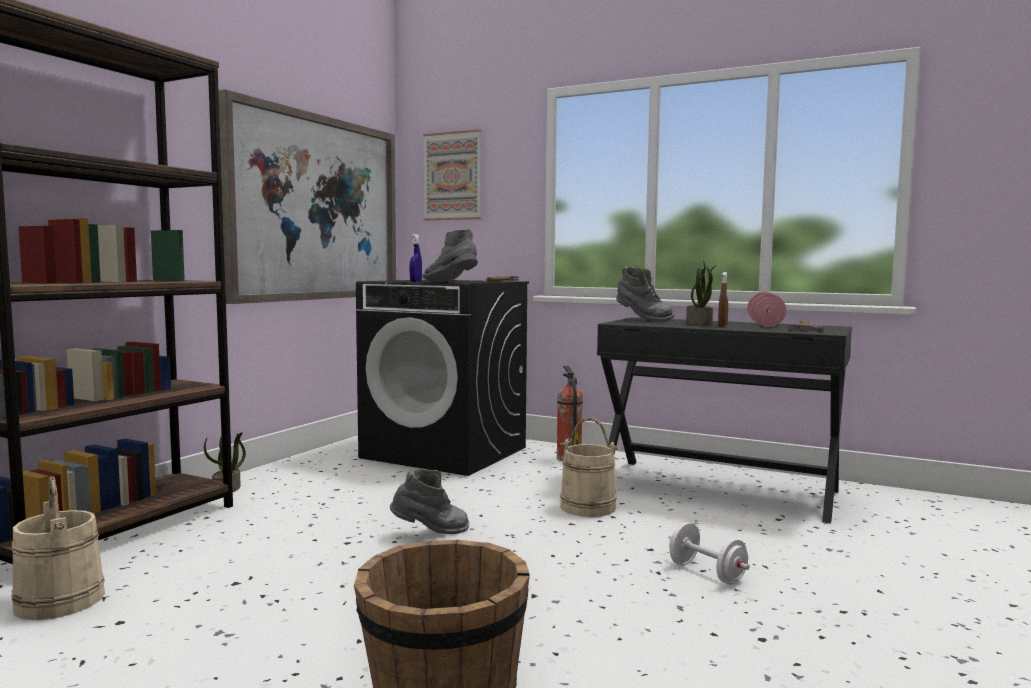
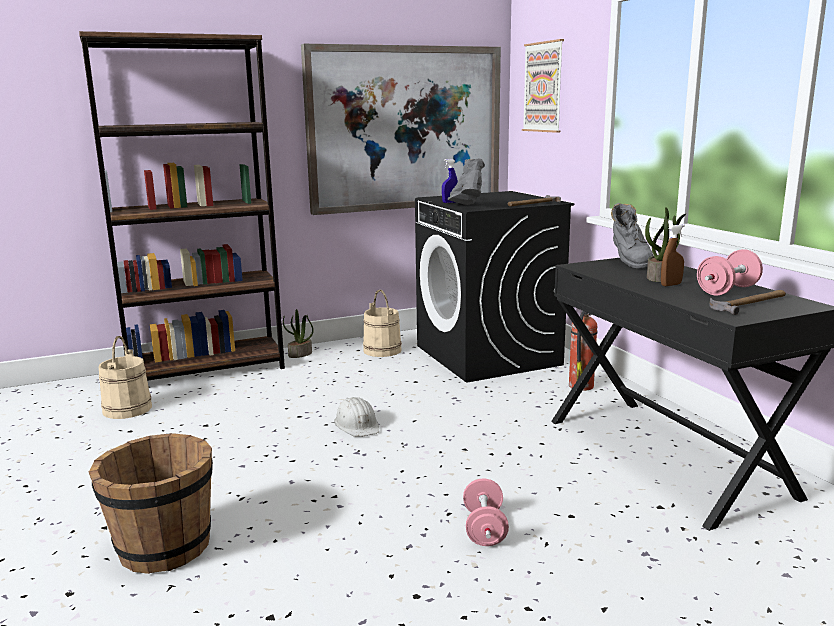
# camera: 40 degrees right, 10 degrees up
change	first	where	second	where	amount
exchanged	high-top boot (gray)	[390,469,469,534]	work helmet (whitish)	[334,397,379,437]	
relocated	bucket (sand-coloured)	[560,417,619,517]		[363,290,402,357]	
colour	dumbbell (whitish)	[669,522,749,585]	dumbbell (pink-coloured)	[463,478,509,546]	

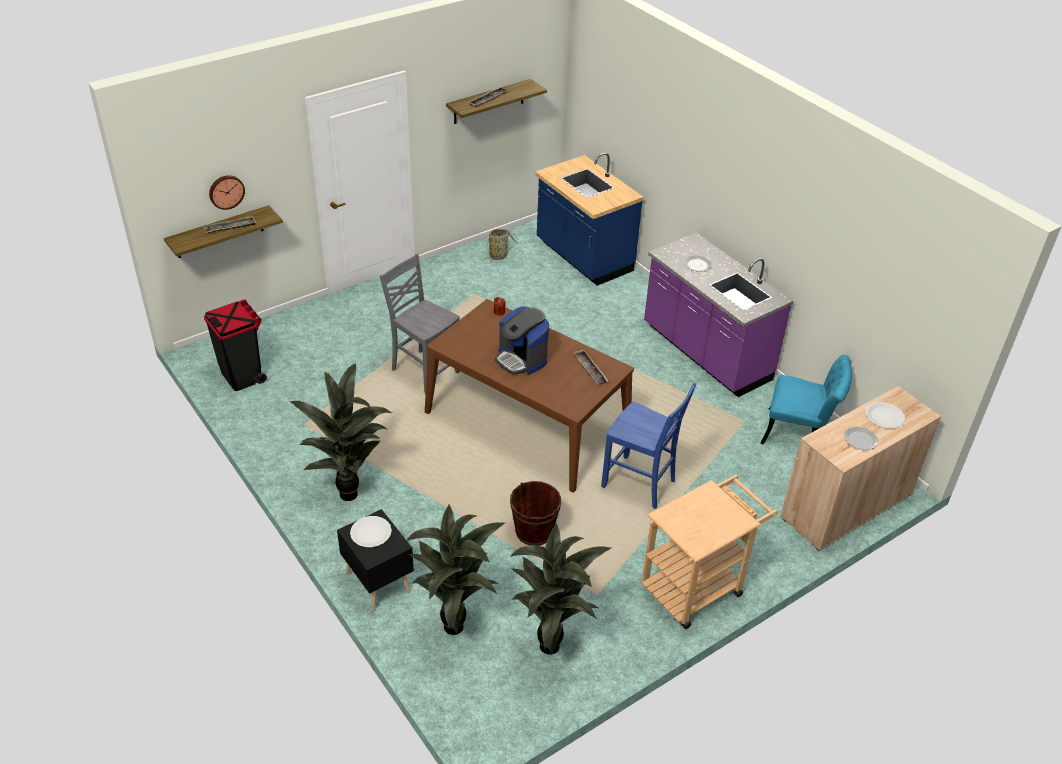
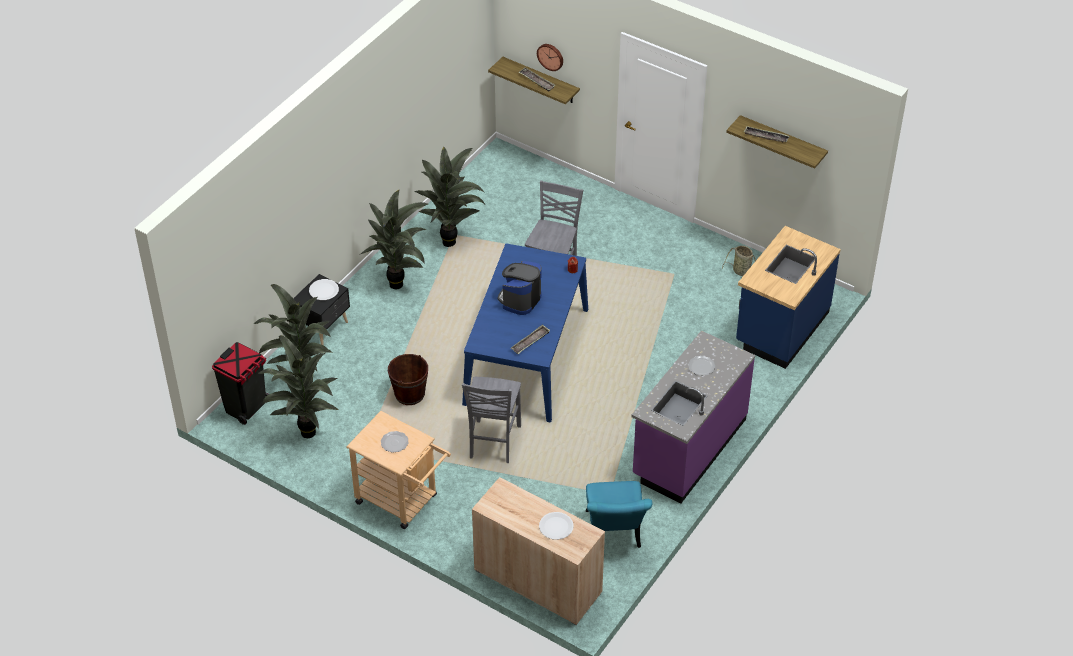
# camera: 70 degrees right, 5 degrees up
change	first	where	second	where	amount
relocated	waste bin (black-coloured)	[204,300,267,391]		[212,342,269,425]	
colour	kitchen table (brown-coloured)	[425,299,634,493]	kitchen table (bluish)	[462,243,588,422]	
colour	chair (bluish)	[601,382,697,509]	chair (gray)	[462,377,521,463]	
relocated	flat dish	[844,427,878,450]		[381,431,409,453]	
appeared			houseplant	[414,146,485,247]	

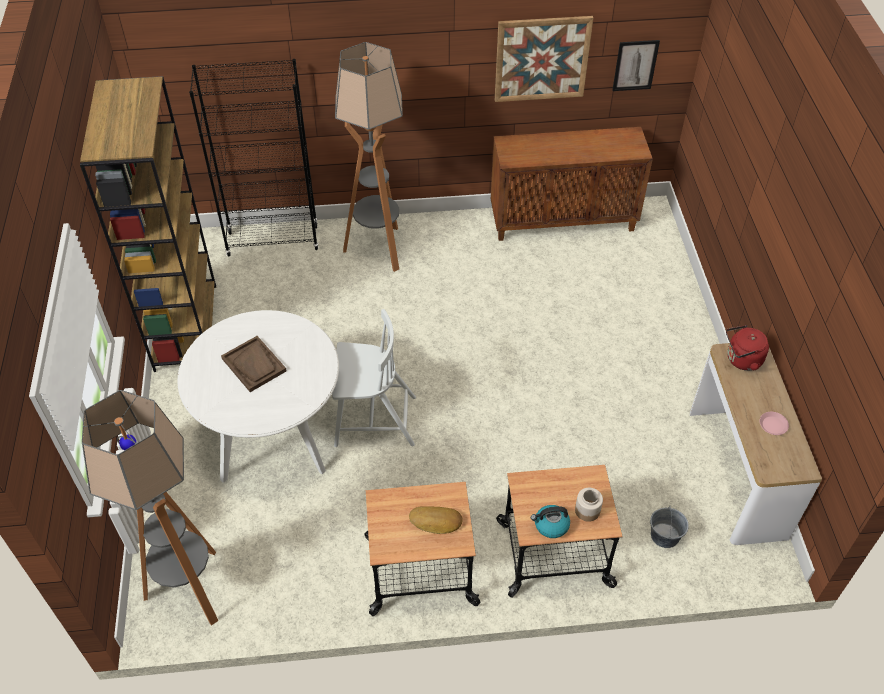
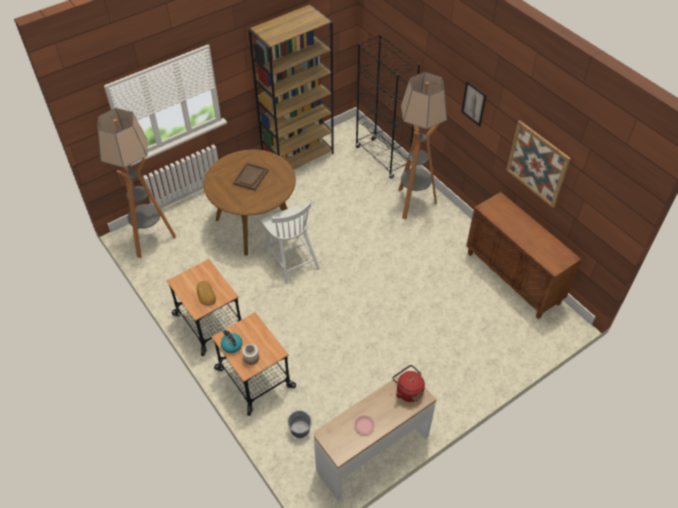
# camera: 60 degrees right, 0 degrees up
change	first	where	second	where	amount
colour	kitchen table (whitish)	[177,310,339,483]	kitchen table (brown-coloured)	[204,149,296,256]	
relocated	picture	[612,40,660,91]		[461,81,486,127]	

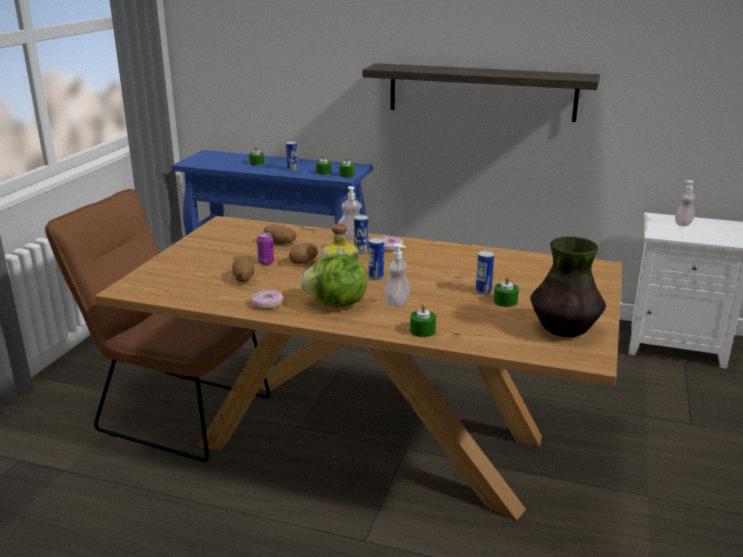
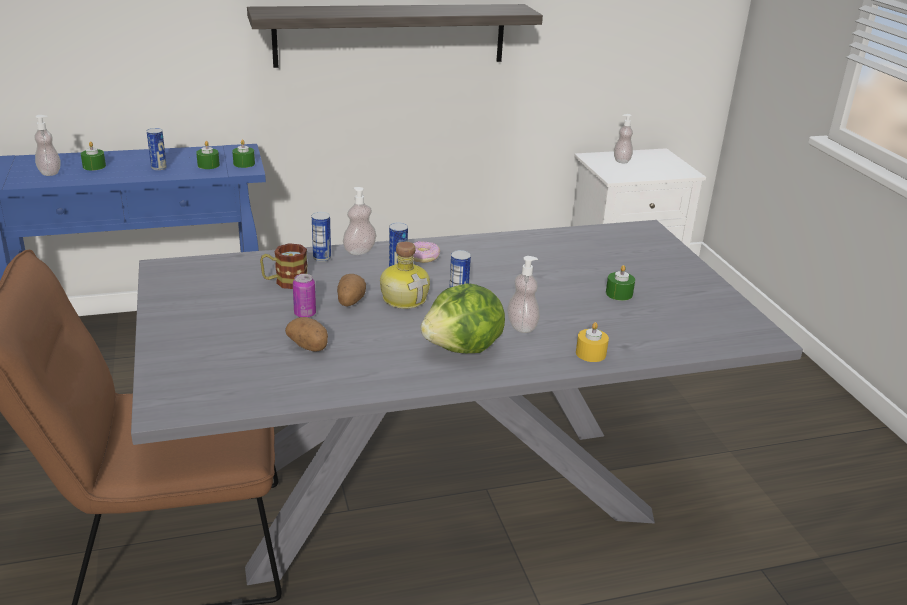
# camera: 35 degrees left, 5 degrees up
change	first	where	second	where	amount
colour	kitchen table (brown-coloured)	[95,216,622,521]	kitchen table (gray)	[131,220,803,585]	
missing	ring doughnut	[251,290,283,309]			
exchanged	spud	[263,225,296,244]	tea mug	[260,243,307,289]	
colour	wax candle (green)	[410,304,436,337]	wax candle (yellow)	[576,322,609,362]	
relocated	metal can	[476,251,494,295]		[312,212,331,262]	
missing	decorative vase	[530,237,606,337]			
appeared			soap bottle	[34,115,61,176]	

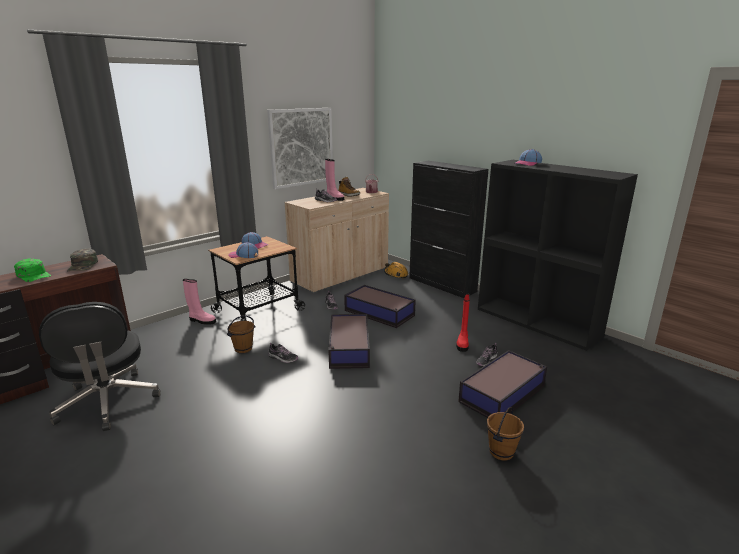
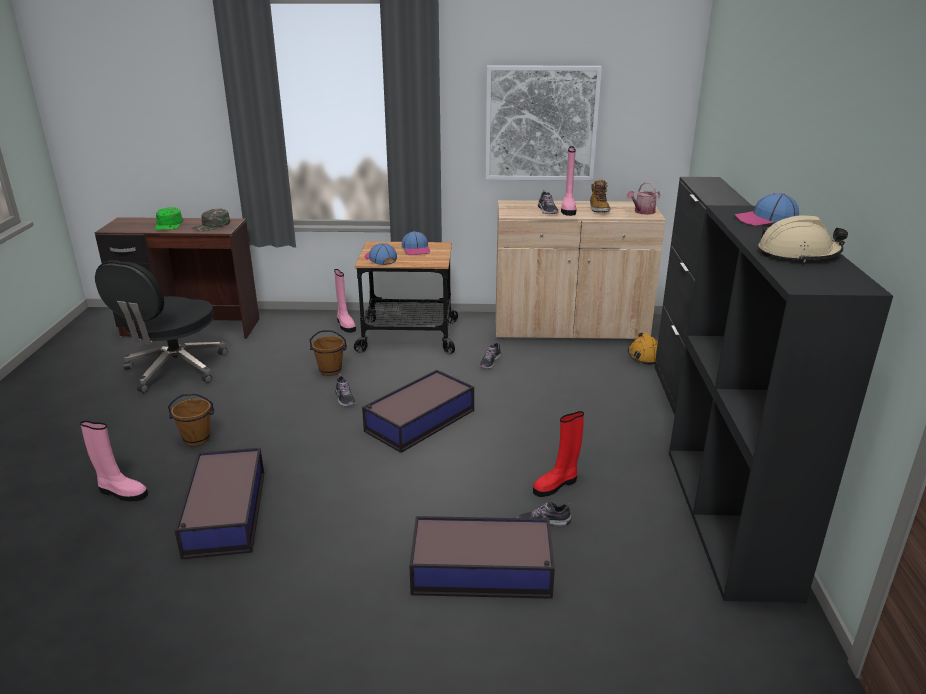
# camera: 45 degrees right, 5 degrees up
change	first	where	second	where	amount
relocated	storage bin	[344,285,416,328]		[174,448,264,559]	
relocated	bucket (brown-coloured)	[487,407,524,461]		[168,393,214,446]	
appeared			high-top boot (pink-coloured)	[80,421,148,501]	
appeared			work helmet (sand-coloured)	[758,215,848,263]	

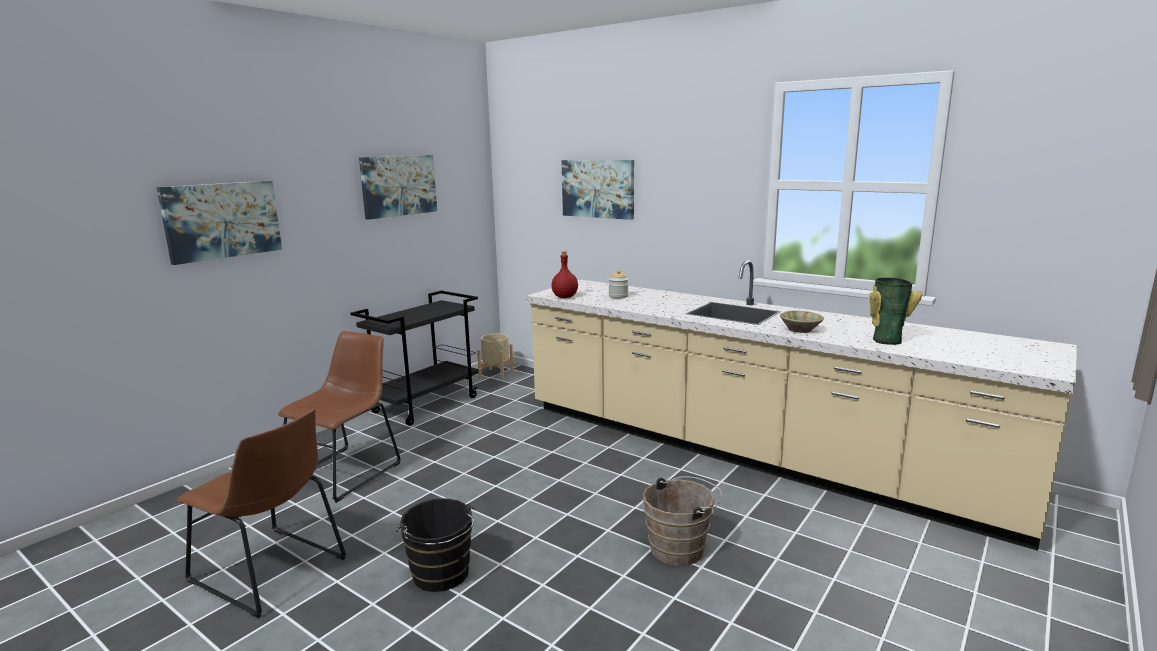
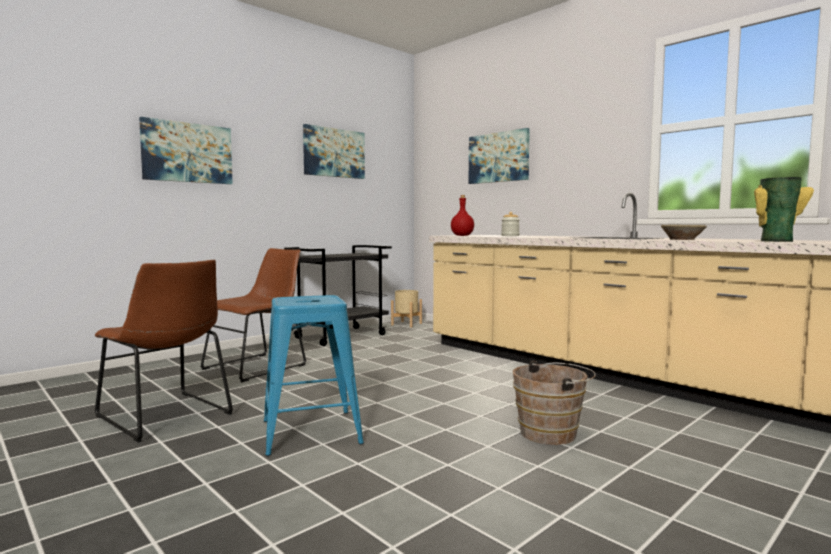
# camera: 10 degrees right, 10 degrees down
change	first	where	second	where	amount
exchanged	bucket (black-coloured)	[396,498,474,592]	sitting stool (bluish)	[264,295,364,456]	

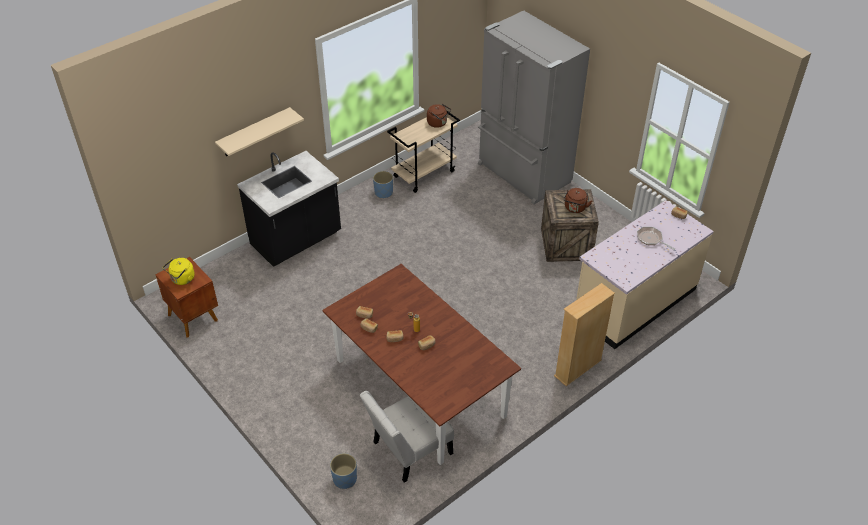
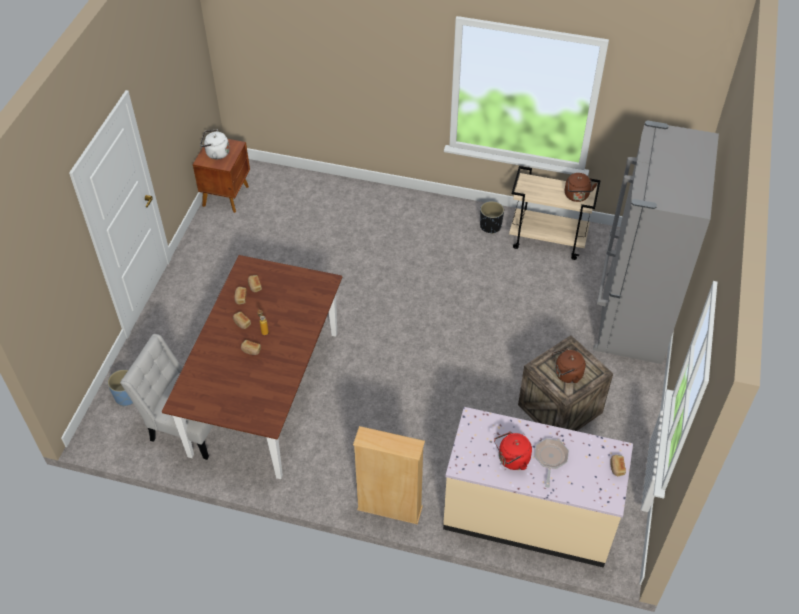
# camera: 55 degrees right, 5 degrees up
change	first	where	second	where	amount
colour	tea kettle (yellow)	[163,258,195,285]	tea kettle (whitish)	[200,129,230,159]	
missing	wall shelf (sand-coloured)	[215,107,304,156]			
missing	kitchen counter (black-coloured)	[237,151,341,267]			
colour	flower pot (bluish)	[373,171,393,198]	flower pot (black-coloured)	[480,201,504,234]	
appeared			tea kettle (red-coloured)	[494,432,532,470]	

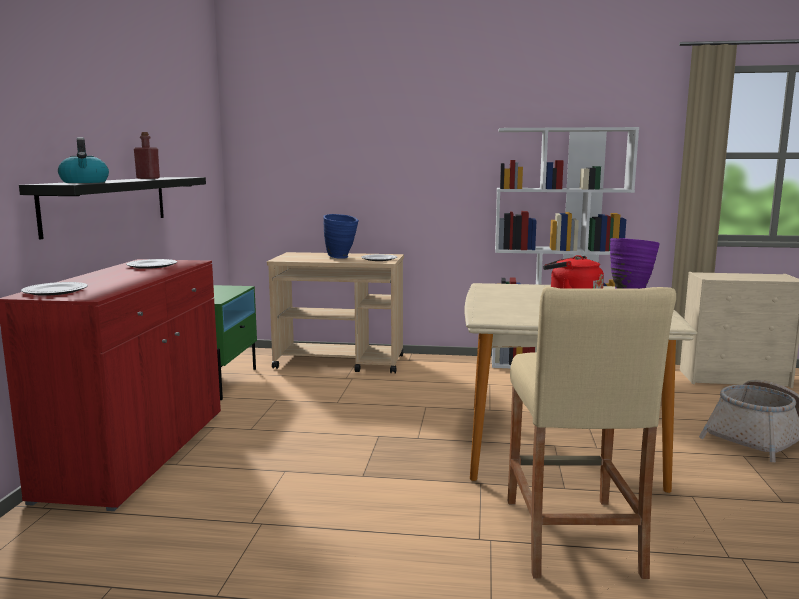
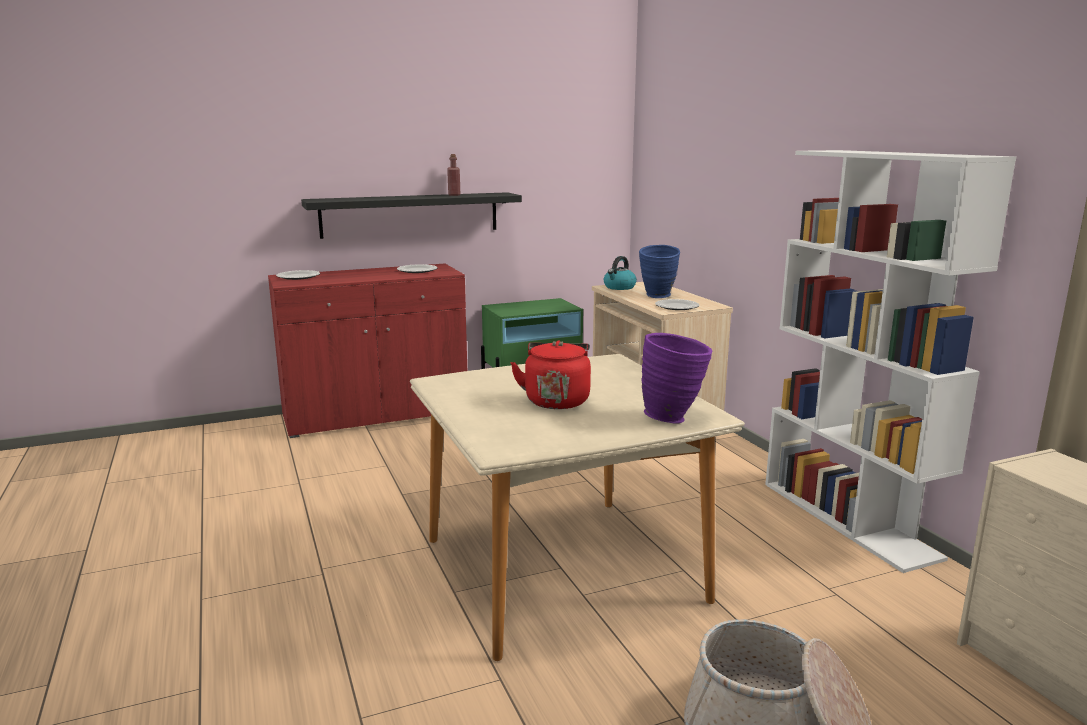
# camera: 60 degrees right, 5 degrees up
change	first	where	second	where	amount
relocated	tea kettle	[58,137,109,183]		[604,256,637,290]	
missing	sitting stool (sand-coloured)	[508,286,676,579]			

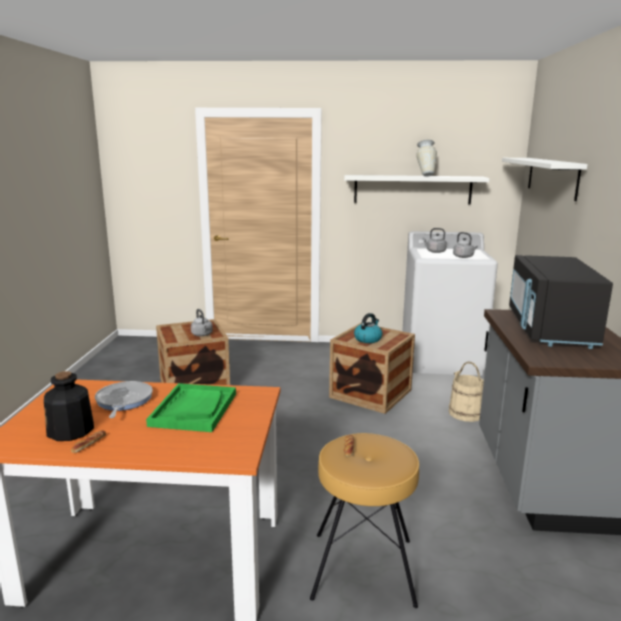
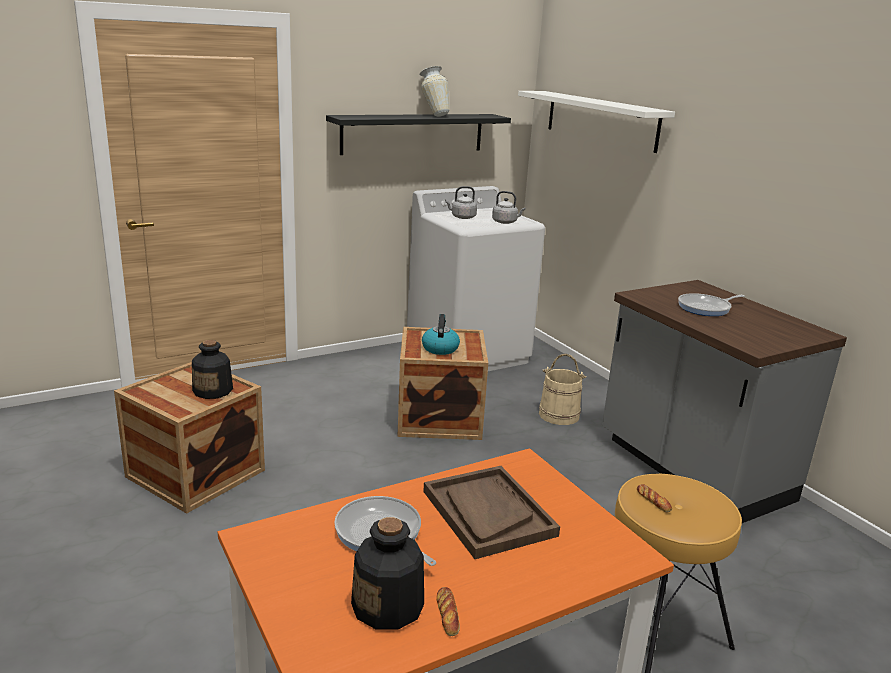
# camera: 35 degrees left, 5 degrees up
change	first	where	second	where	amount
colour	serving tray (green)	[146,383,236,432]	serving tray (brown-coloured)	[423,466,560,559]	
exchanged	tea kettle (gray)	[191,309,213,336]	drink bottle	[192,340,233,399]	
colour	wall shelf (whitish)	[344,175,490,204]	wall shelf (black-coloured)	[326,114,511,155]	
exchanged	microwave oven (black-coloured)	[509,255,613,349]	pan	[678,293,744,316]	

